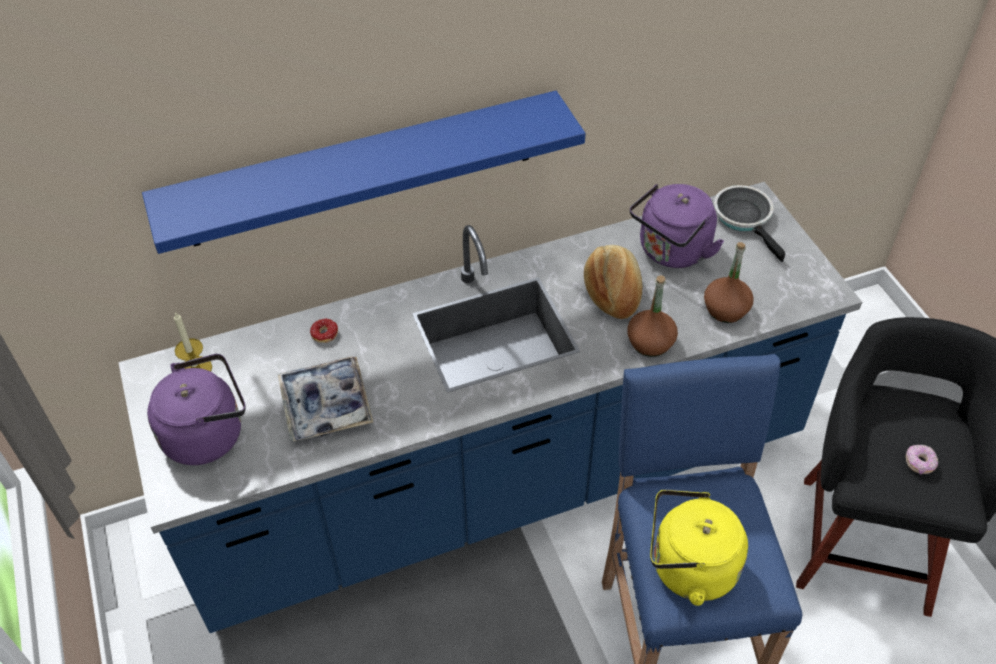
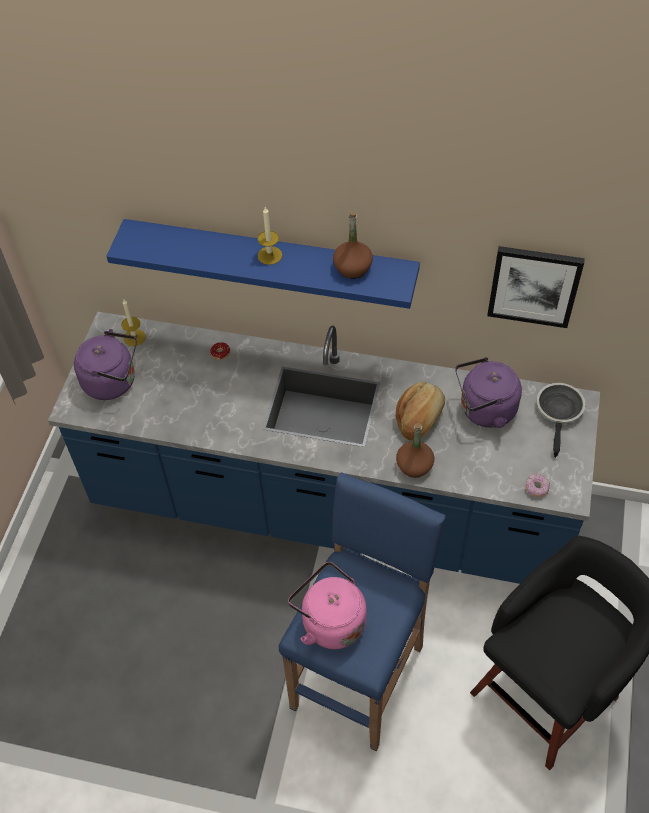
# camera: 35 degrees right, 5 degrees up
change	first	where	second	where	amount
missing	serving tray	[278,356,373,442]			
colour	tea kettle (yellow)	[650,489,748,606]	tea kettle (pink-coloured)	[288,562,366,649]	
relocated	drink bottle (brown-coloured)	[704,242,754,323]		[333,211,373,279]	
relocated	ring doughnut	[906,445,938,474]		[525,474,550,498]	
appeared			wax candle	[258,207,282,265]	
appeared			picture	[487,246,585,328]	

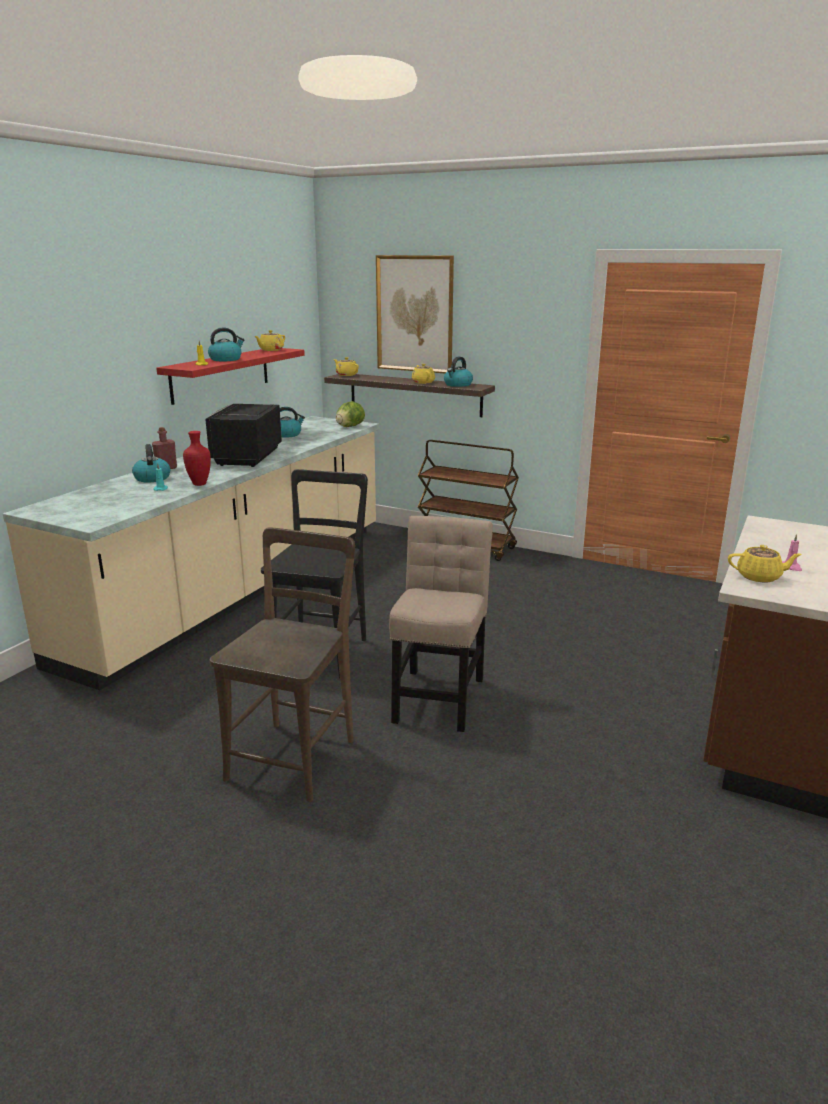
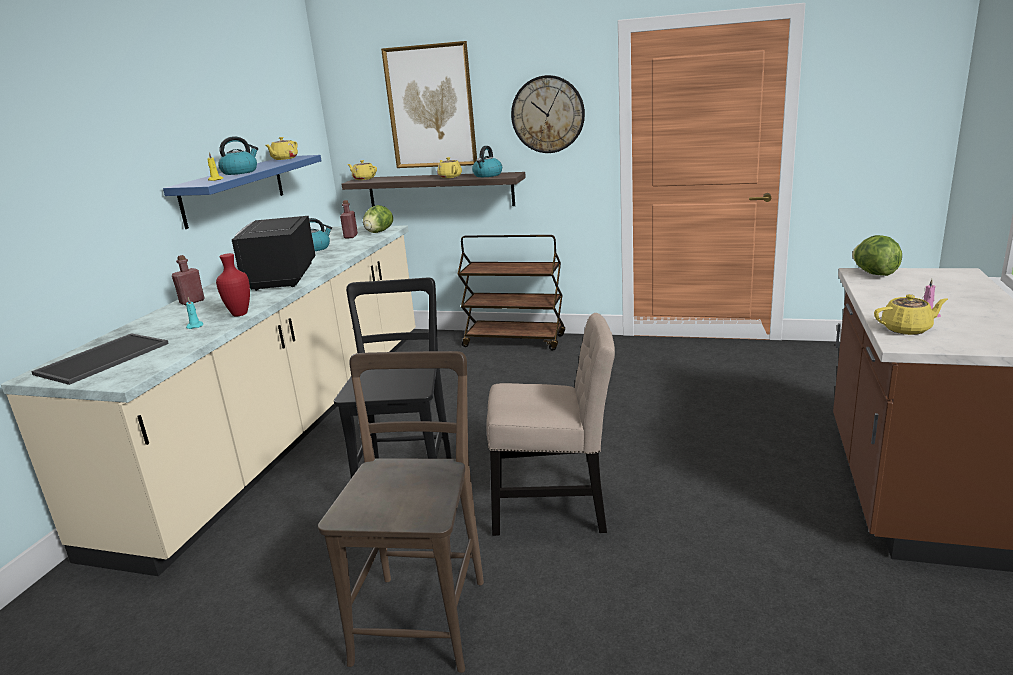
# camera: 10 degrees left, 0 degrees up
change	first	where	second	where	amount
missing	tea kettle	[132,444,170,483]			
colour	wall shelf (red-coloured)	[156,348,305,405]	wall shelf (bluish)	[163,155,321,229]	
spun	chair (sand-coloured)	[389,516,493,732]		[486,313,615,536]	90 degrees clockwise
appeared			serving tray	[31,333,169,385]	
appeared			drink bottle (red-coloured)	[340,200,358,239]	
appeared			hanging clock	[511,75,585,153]	
appeared			lettuce	[852,235,902,276]	

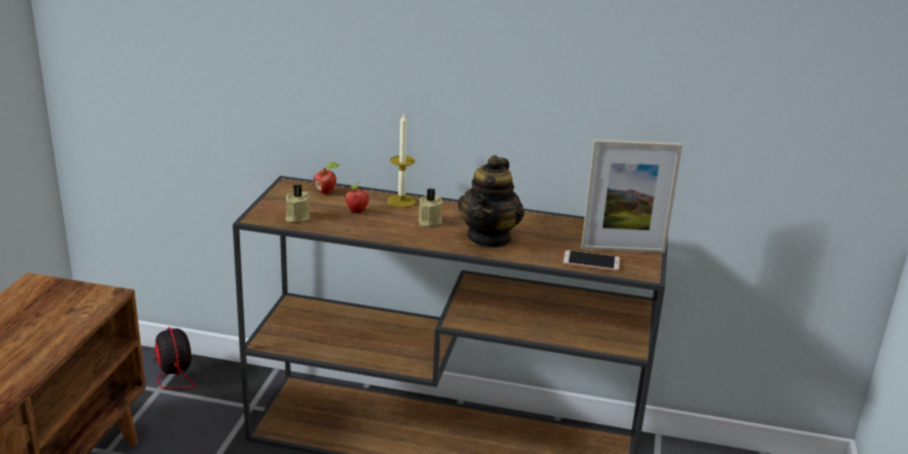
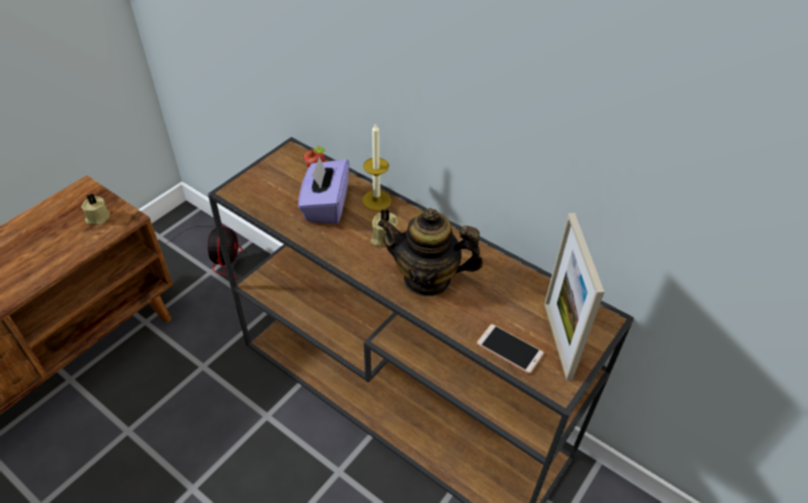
# camera: 25 degrees right, 20 degrees up
change	first	where	second	where	amount
relocated	wax candle (sand-coloured)	[285,184,311,223]		[81,194,110,225]	
exchanged	apple fruit	[345,183,369,213]	box of tissues (purplish)	[298,156,350,224]	
spun	teapot	[458,155,524,248]		[377,208,483,297]	60 degrees clockwise
spun	picture frame	[581,139,682,253]		[544,213,604,380]	60 degrees clockwise

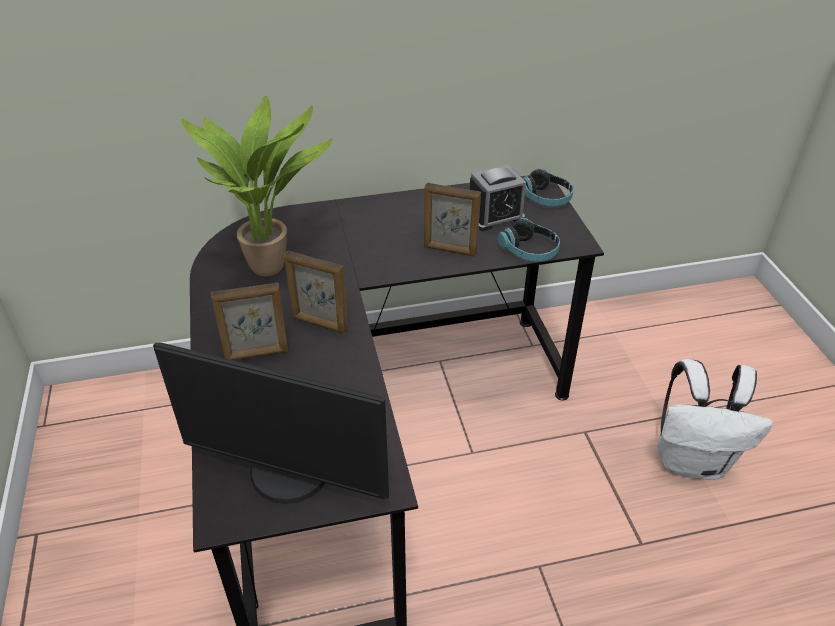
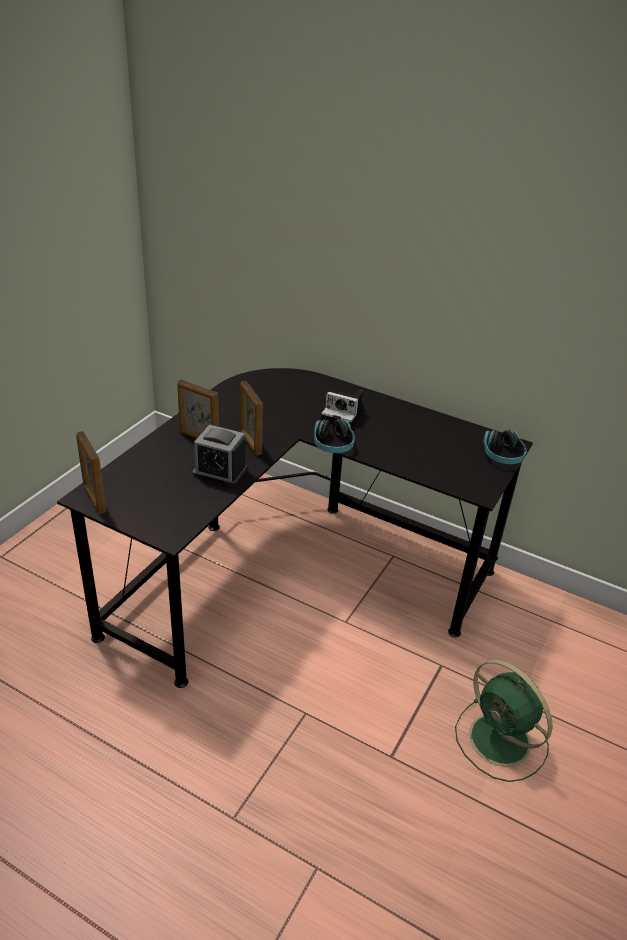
# camera: 40 degrees right, 5 degrees down
change	first	where	second	where	amount
missing	computer display	[153,343,389,504]			
missing	houseplant	[181,96,333,277]			
relocated	picture frame	[424,183,481,257]		[76,431,106,514]	
relocated	table clock	[470,165,526,231]		[193,425,247,486]	
relocated	pair of headphones	[498,218,560,261]		[314,419,355,453]	
exchanged	rucksack (whitish)	[657,359,773,480]	fan (green)	[455,660,553,782]	
appeared			still camera	[321,390,364,427]	

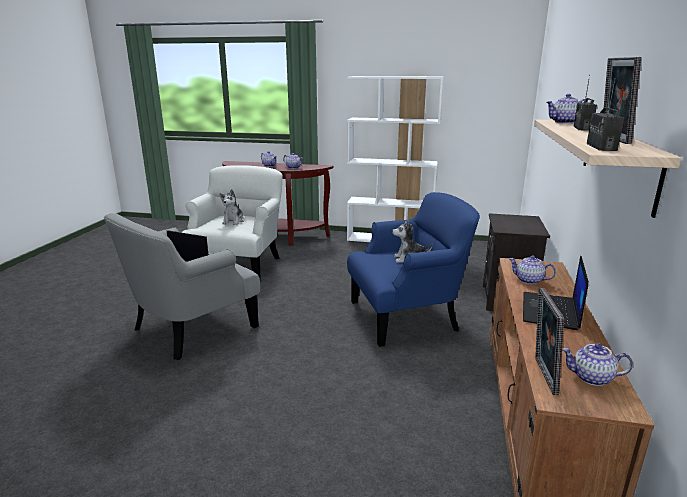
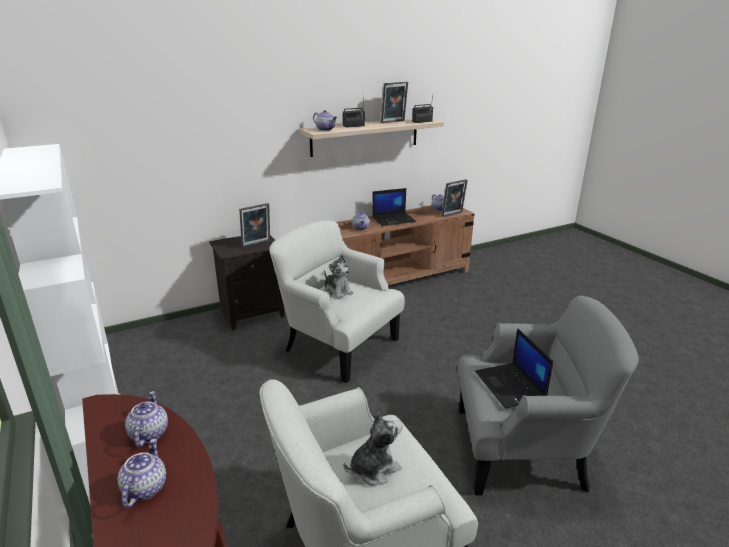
# camera: 130 degrees left, 5 degrees up
change	first	where	second	where	amount
colour	easy chair (bluish)	[347,192,480,347]	easy chair (whitish)	[270,220,405,383]	
appeared			picture frame	[239,203,270,247]	

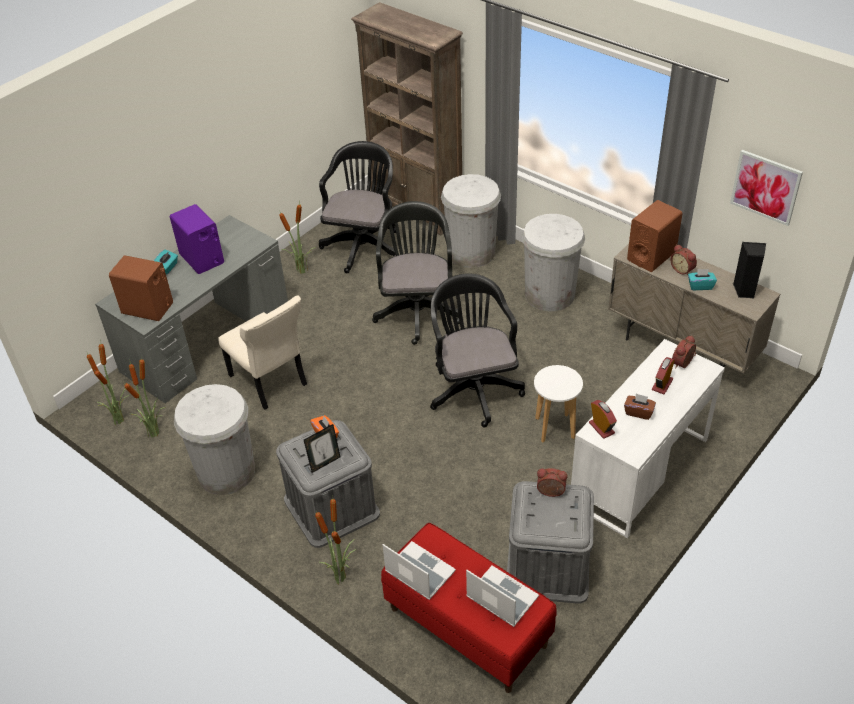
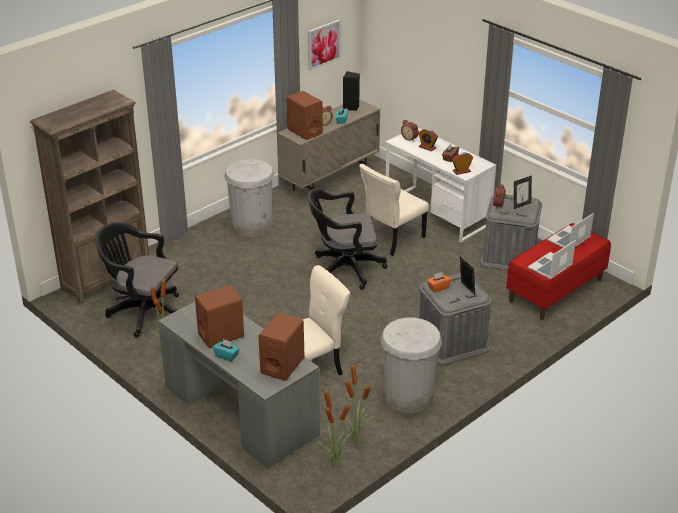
# camera: 85 degrees left, 10 degrees down
change	first	where	second	where	amount
colour	speaker (purplish)	[170,204,224,274]	speaker (brown-coloured)	[195,285,244,348]	
missing	houseplant	[315,499,356,584]			
missing	computer chair (black-coloured)	[372,201,460,345]			
missing	waste bin (whitish)	[441,174,501,268]			
exchanged	sitting stool (whitish)	[534,365,583,442]	chair (sand-coloured)	[359,164,429,256]	
appeared			picture frame	[514,176,532,209]	

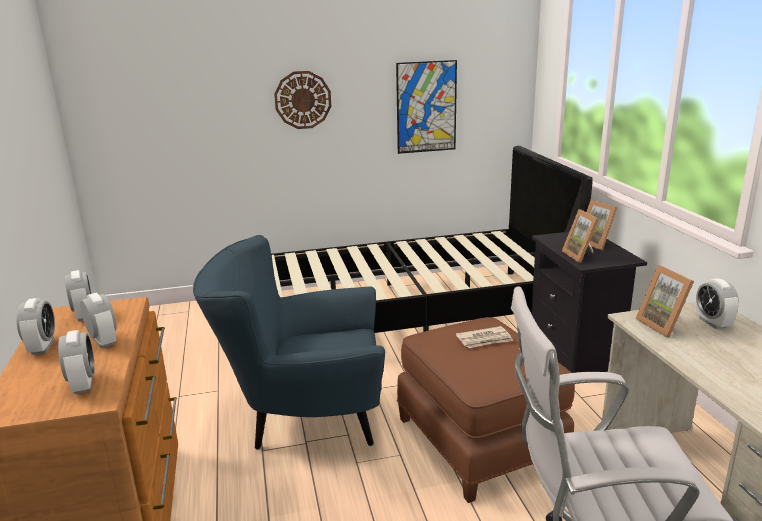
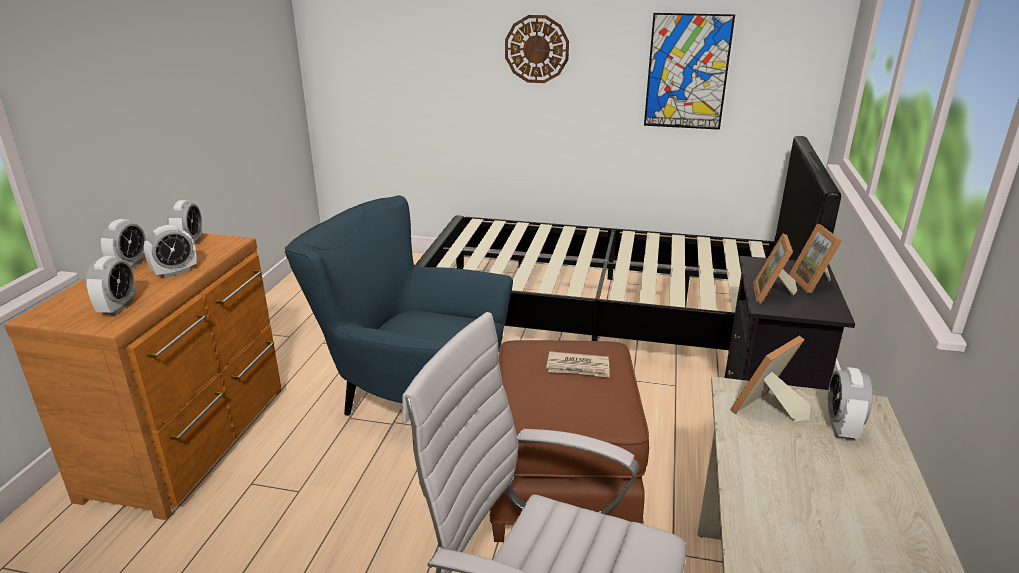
# camera: 25 degrees right, 5 degrees up
change	first	where	second	where	amount
spun	table clock	[80,293,117,348]		[144,225,197,278]	60 degrees clockwise
spun	picture frame	[635,265,694,338]		[730,336,811,422]	45 degrees clockwise

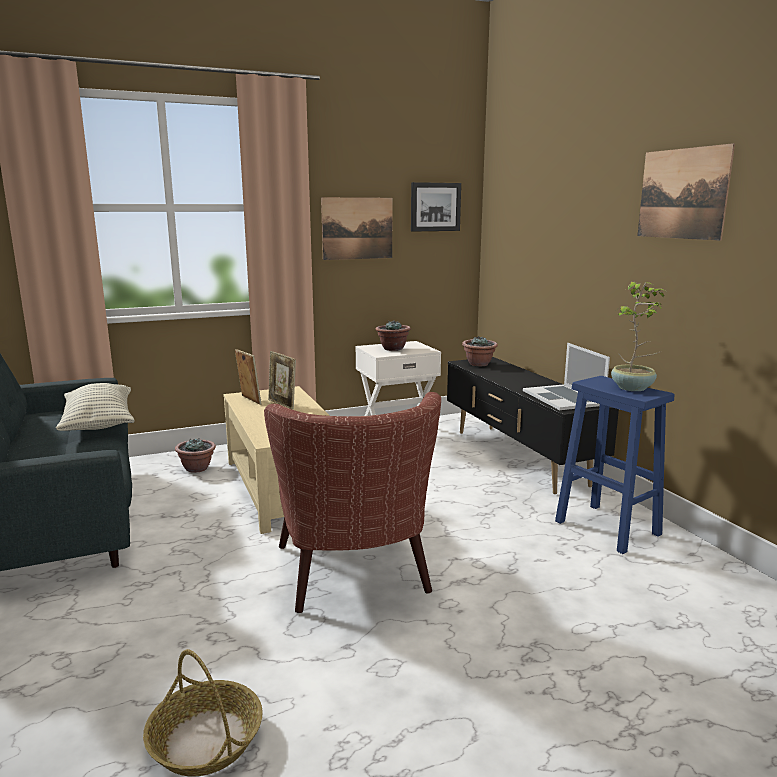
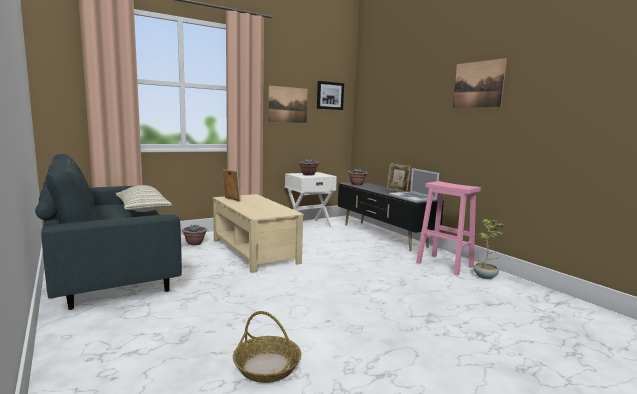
# camera: 10 degrees left, 5 degrees down
change	first	where	second	where	amount
missing	easy chair (brown-coloured)	[264,392,441,613]			
relocated	picture frame	[268,351,296,410]		[387,163,411,192]	
colour	sitting stool (bluish)	[555,376,675,554]	sitting stool (pink-coloured)	[416,181,481,276]	
relocated	houseplant	[611,282,665,391]		[473,219,503,279]	

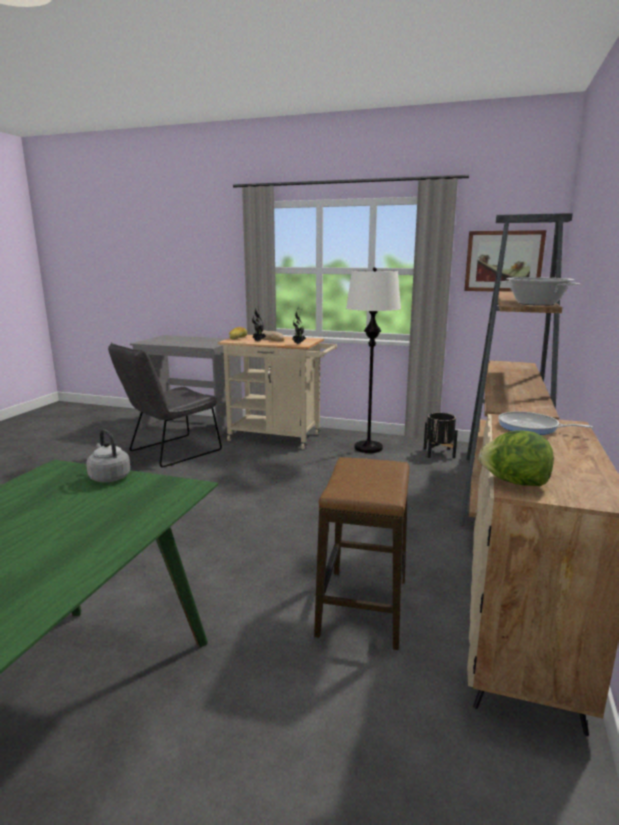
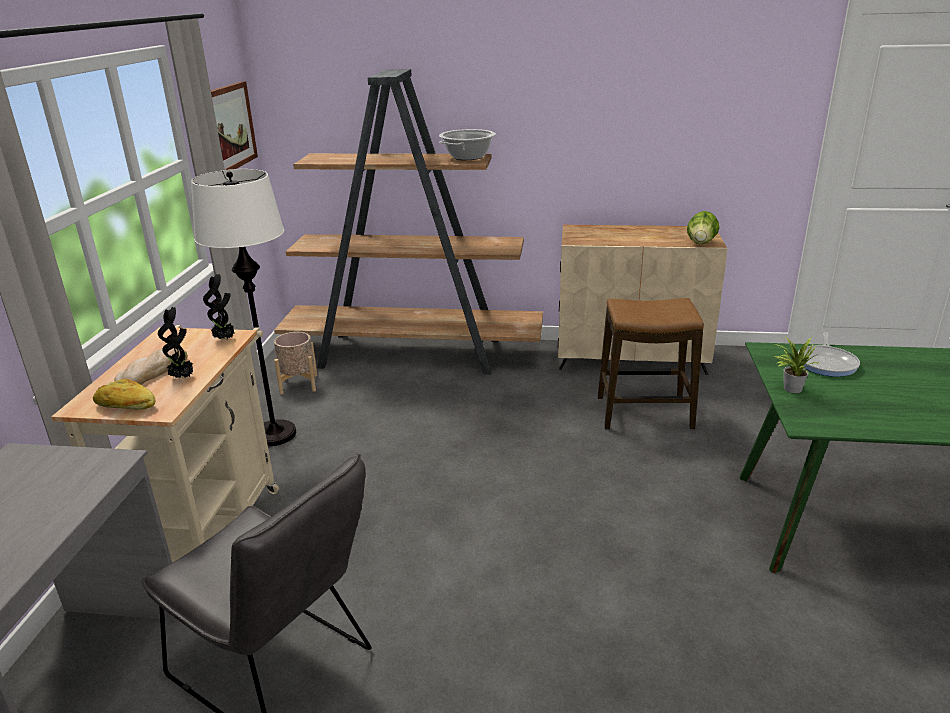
# camera: 100 degrees left, 10 degrees up
change	first	where	second	where	amount
exchanged	tea kettle (gray)	[86,429,130,482]	houseplant	[774,336,820,393]	
colour	flower pot (black-coloured)	[423,413,458,458]	flower pot (sand-coloured)	[274,332,318,395]	
relocated	pan	[498,411,593,435]		[798,332,860,377]	

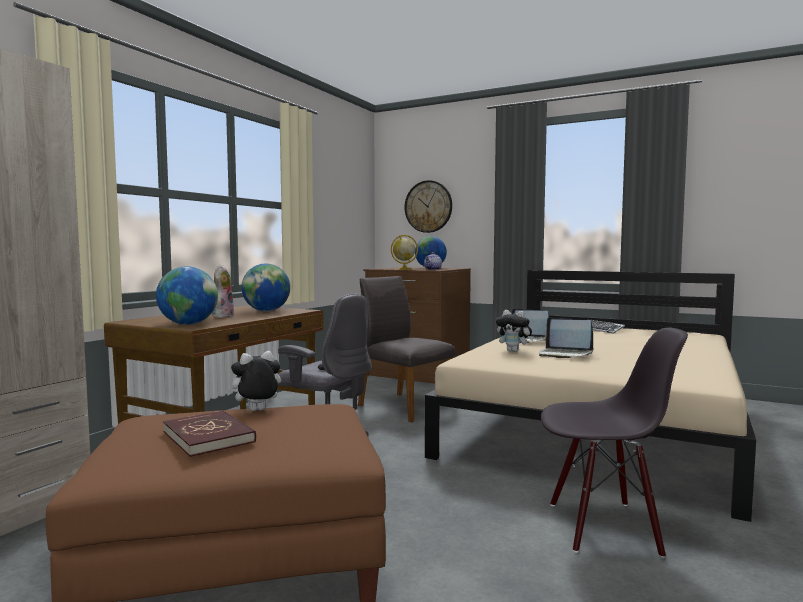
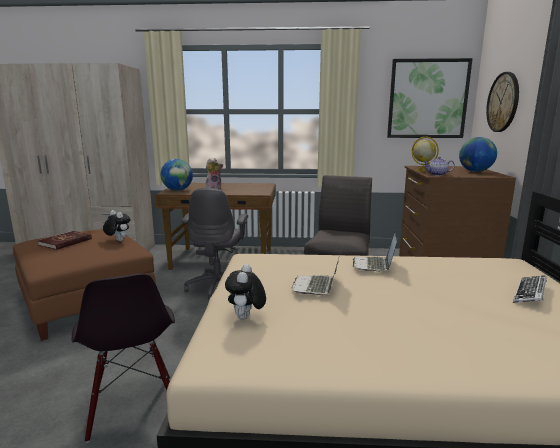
# camera: 65 degrees right, 10 degrees up
change	first	where	second	where	amount
missing	globe	[241,263,290,311]			
relocated	cuddly toy	[496,310,534,352]		[225,264,266,320]	
appeared			picture	[387,58,473,138]	

